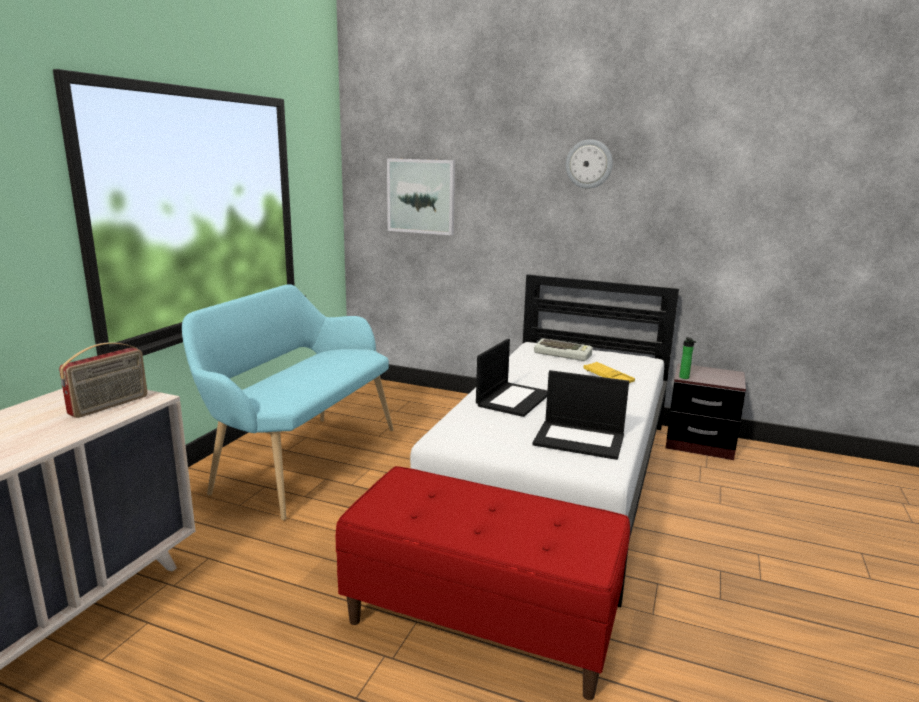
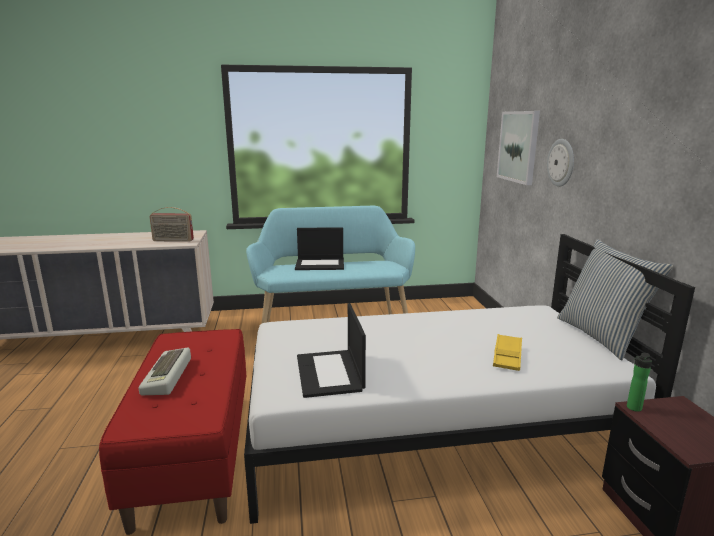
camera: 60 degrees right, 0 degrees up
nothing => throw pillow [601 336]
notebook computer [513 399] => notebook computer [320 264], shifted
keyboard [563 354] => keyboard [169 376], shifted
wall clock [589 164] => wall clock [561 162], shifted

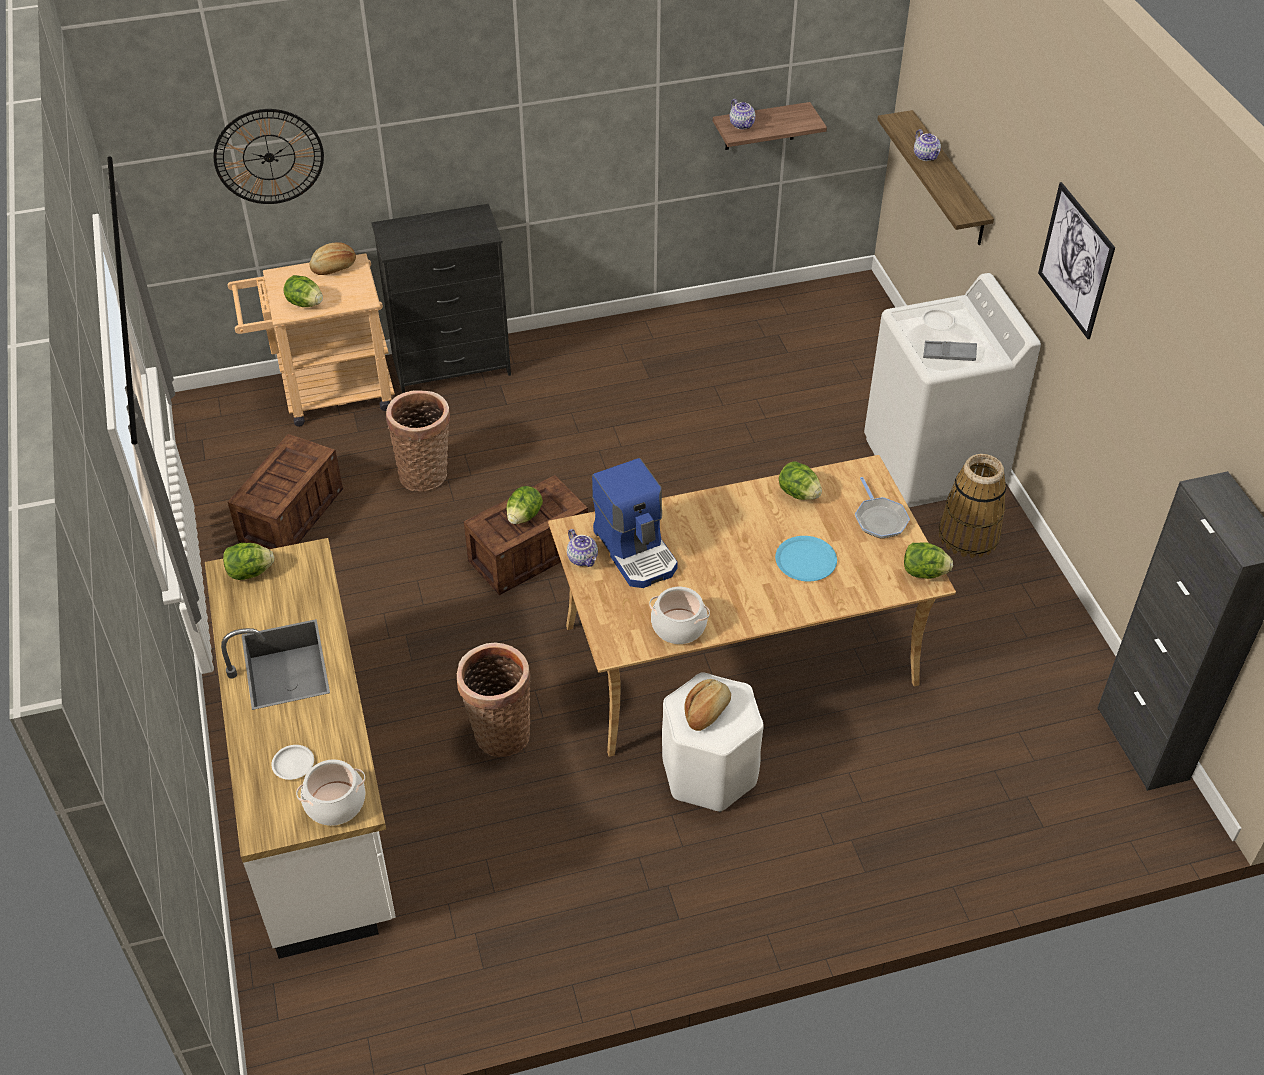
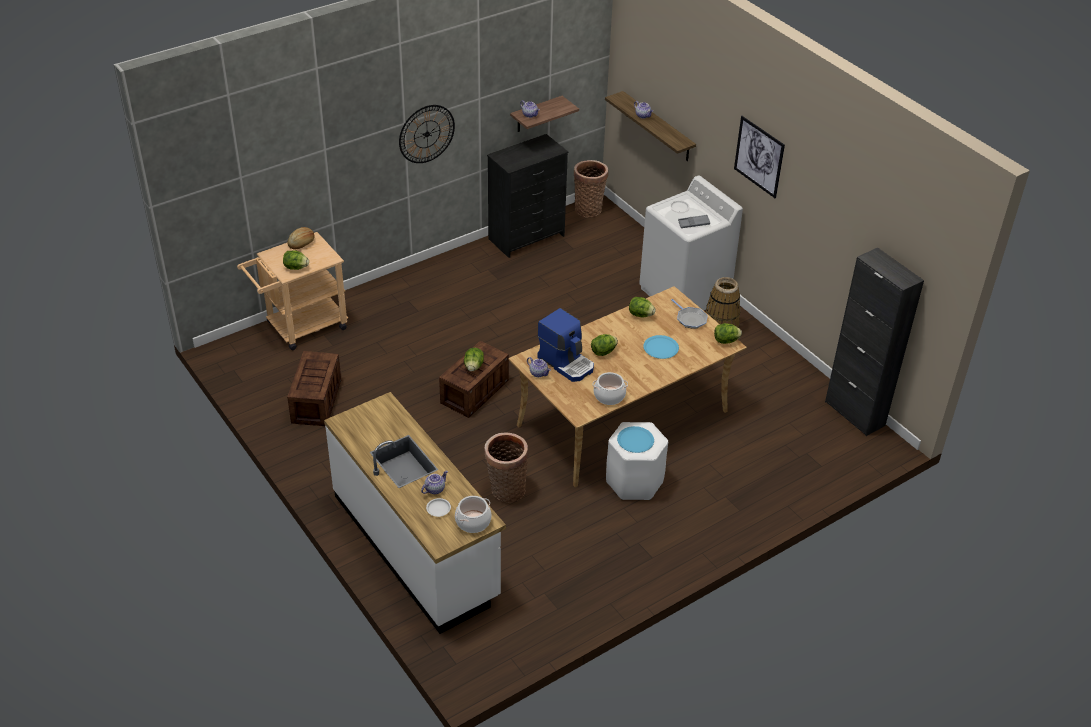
camera: 20 degrees left, 5 degrees down
nothing => tea pot [434 489]
wall clock [269 157] => wall clock [426 134], shifted
head of lettuce [250 572] => head of lettuce [603 352], shifted
dresser (blackish) [451 366] => dresser (blackish) [526 237], shifted
basket [425 473] => basket [589 208], shifted
baked bread [707 711] => flat dish (bluish) [635 440]

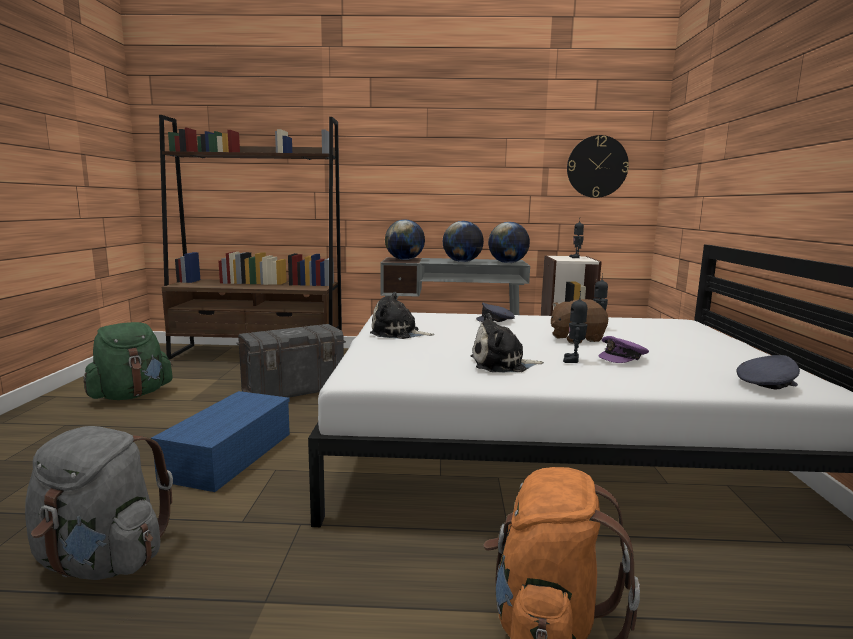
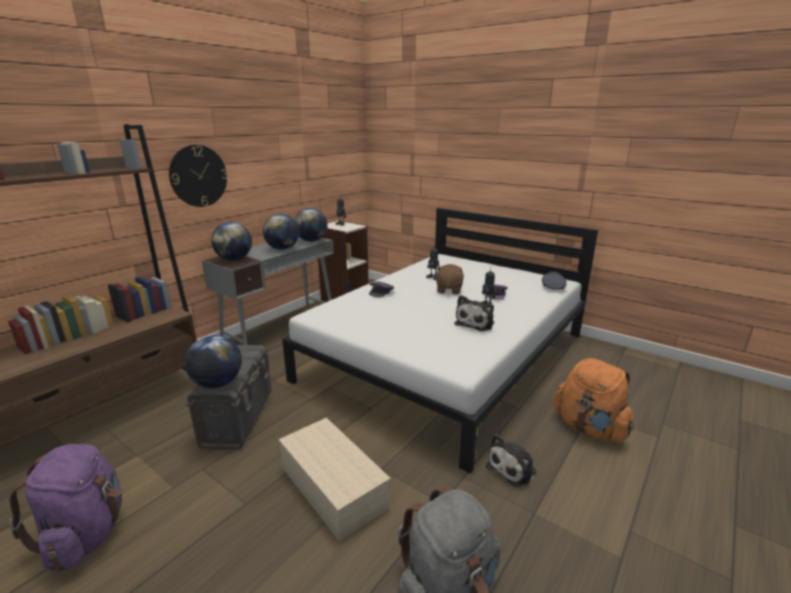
camera: 55 degrees left, 10 degrees up
nothing => desk globe [217 383]
plush toy [398 333] => plush toy [513 468], shifted
wall clock [597 166] => wall clock [198 176], shifted
knapsack (green-coloured) [131 395] => knapsack (purplish) [86 534]
storage bin (bluish) [229 454] => storage bin (sand-coloured) [331 487]

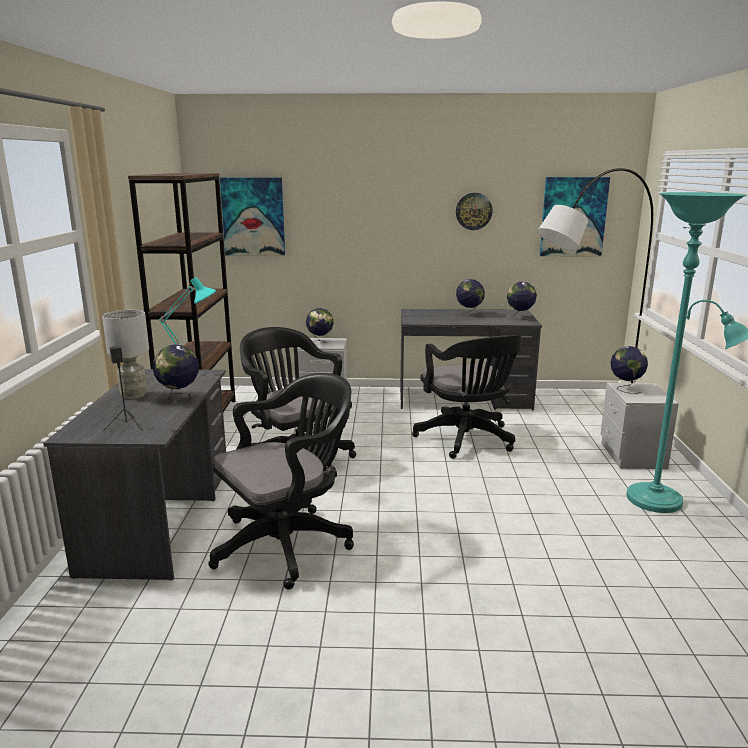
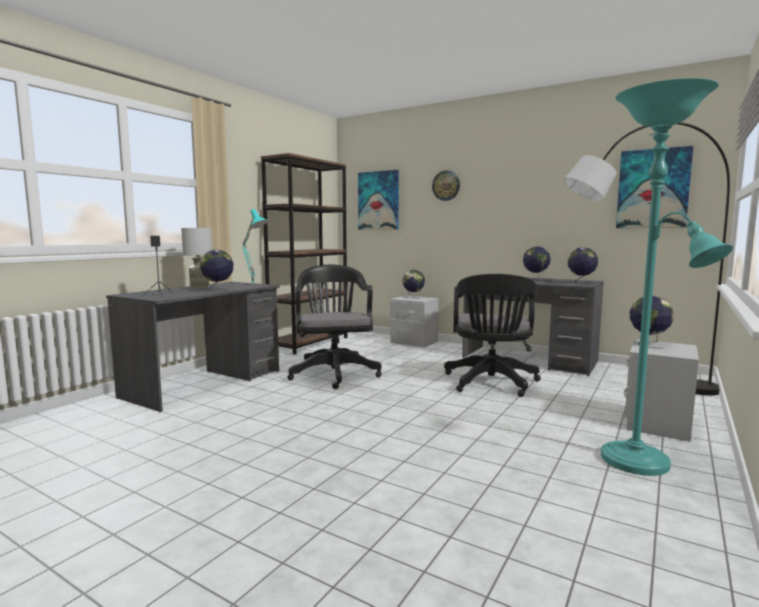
camera: 30 degrees right, 10 degrees down
office chair (blackish) [288 543] => nothing
wall clock [473 211] => wall clock [446 185], shifted

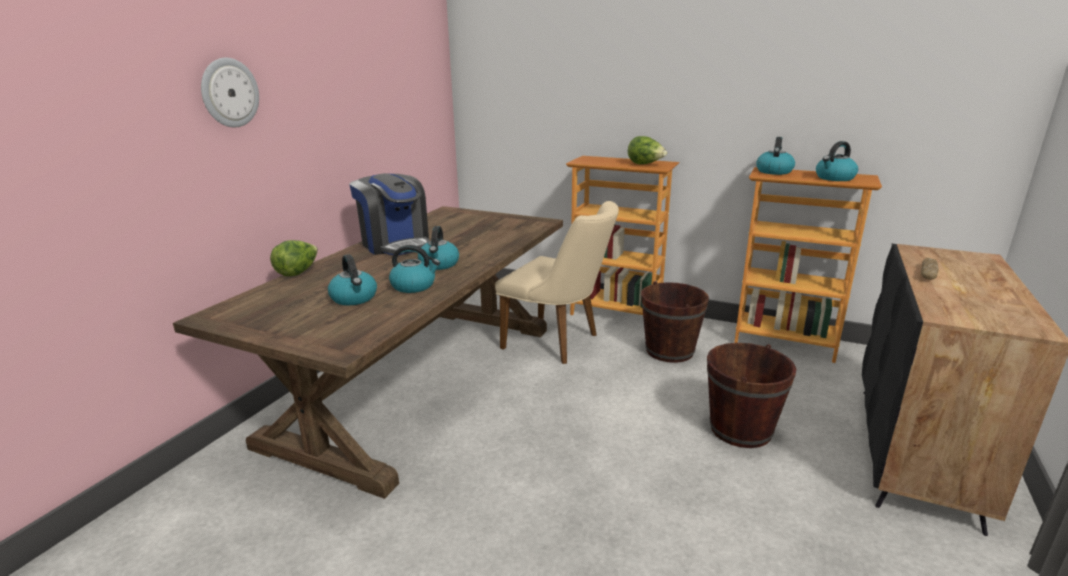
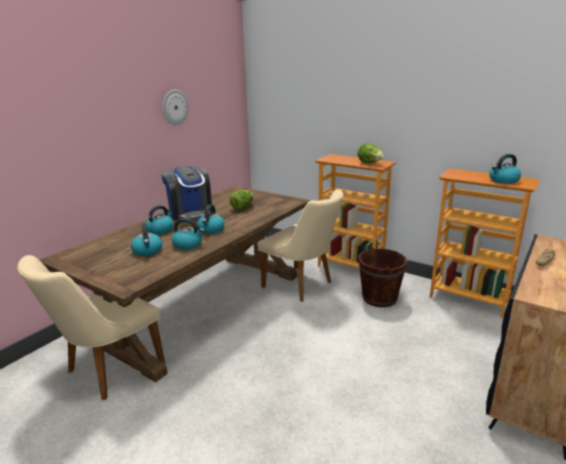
camera: 10 degrees right, 0 degrees up
water bucket (brown-coloured) [740 429] => nothing
nothing => chair (sand-coloured) [107 371]
wall clock [229 93] => wall clock [174 107], shifted
head of lettuce [298 272] => head of lettuce [242 208], shifted
water kettle [774 171] => water kettle [160 230], shifted

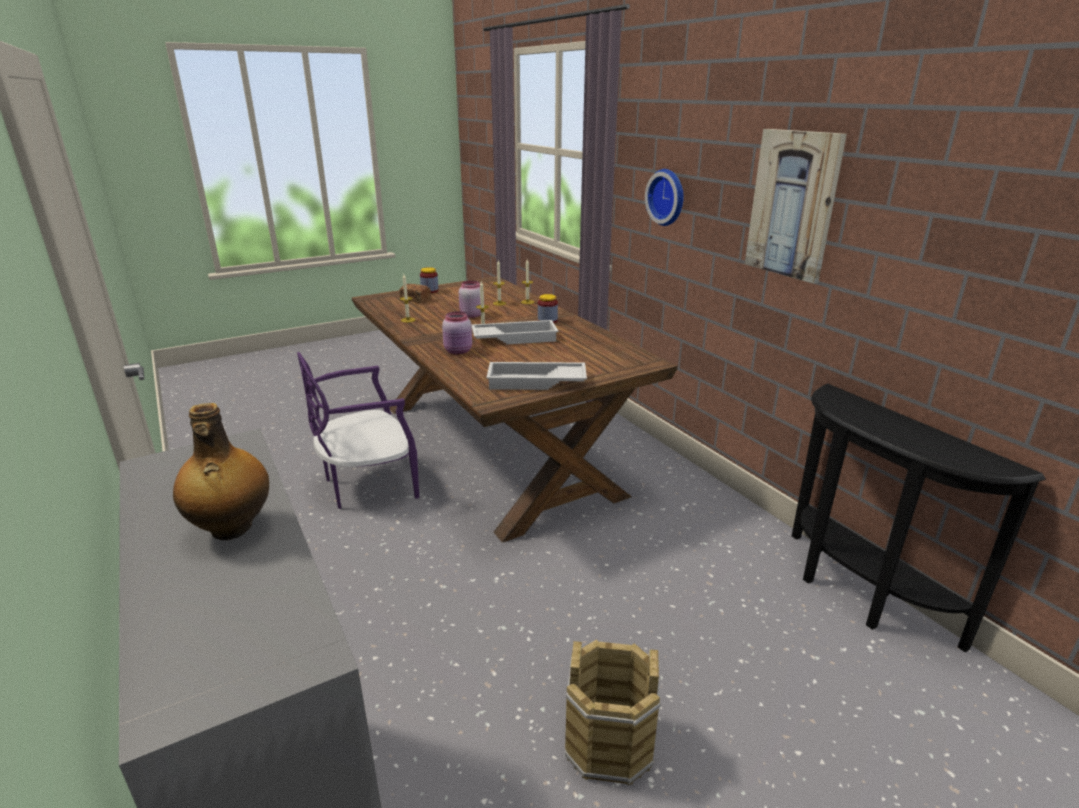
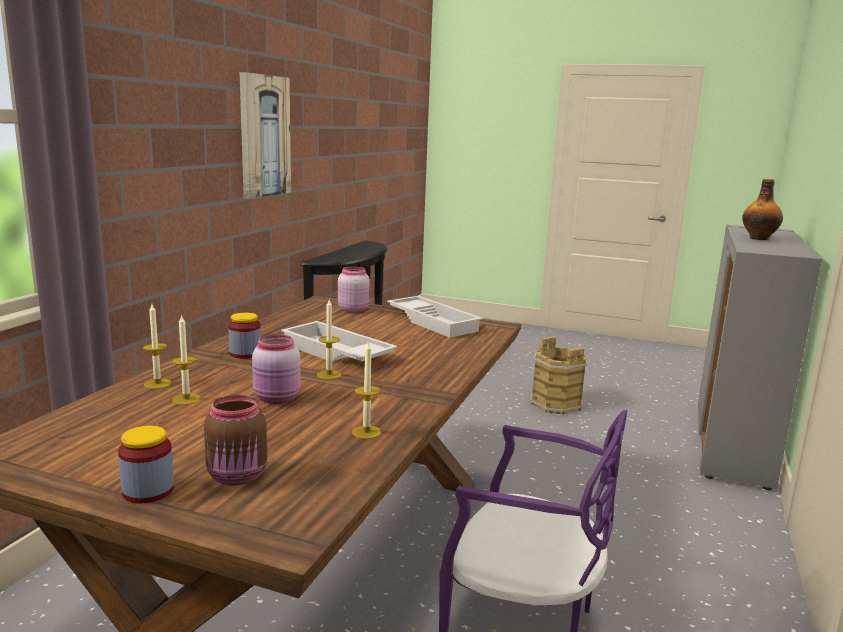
camera: 130 degrees left, 10 degrees down
wall clock [668 197] => nothing
preserve jar (pink) [459 351] => preserve jar (pink) [353 310], shifted
baked bread [415 299] => preserve jar (brown-coloured) [238 477]

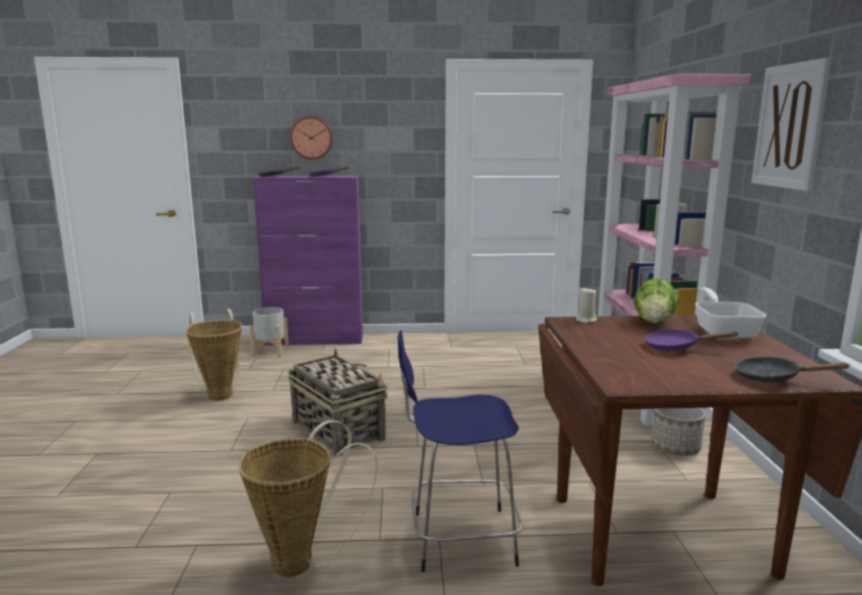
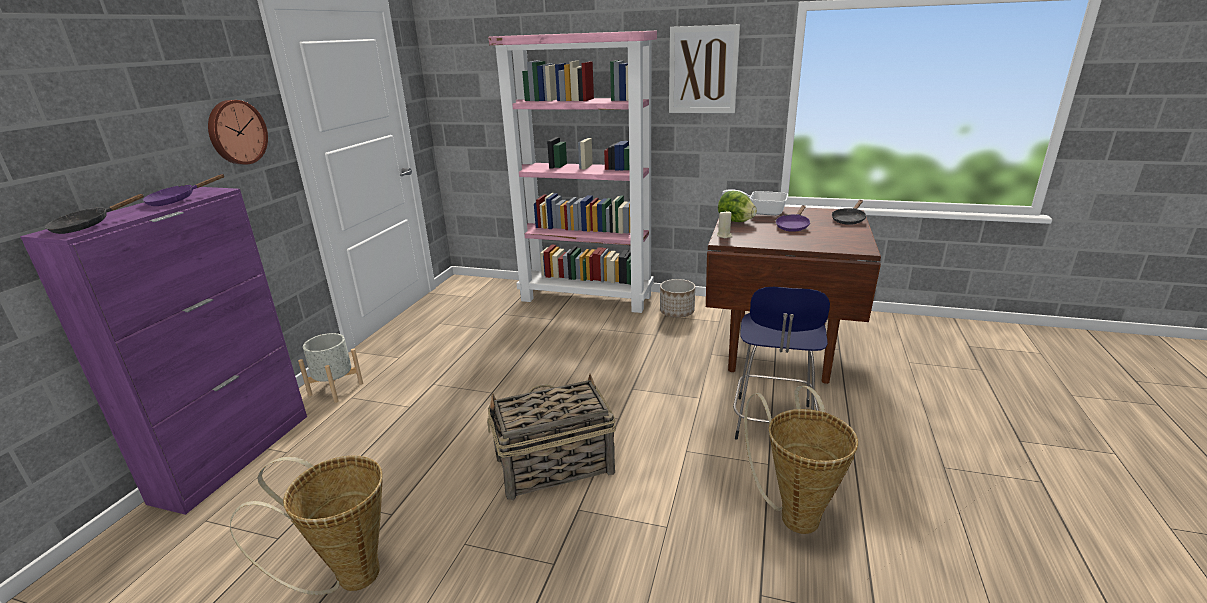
camera: 70 degrees left, 10 degrees up
plant pot (greyish) [270 352] => plant pot (greyish) [335 389], shifted
wall clock [311 138] => wall clock [236 132], shifted

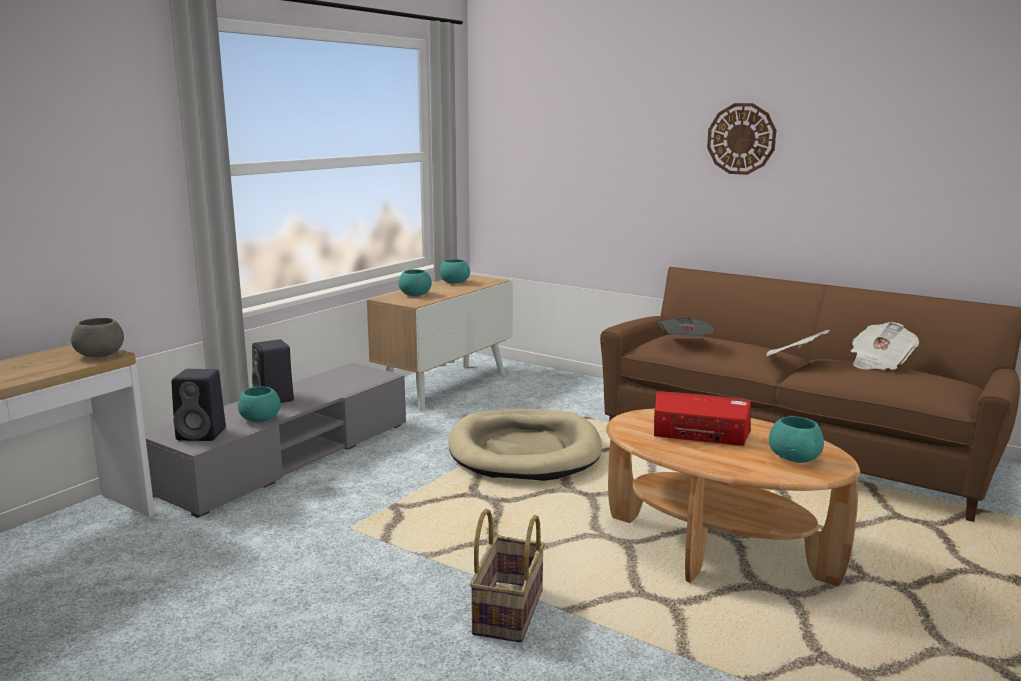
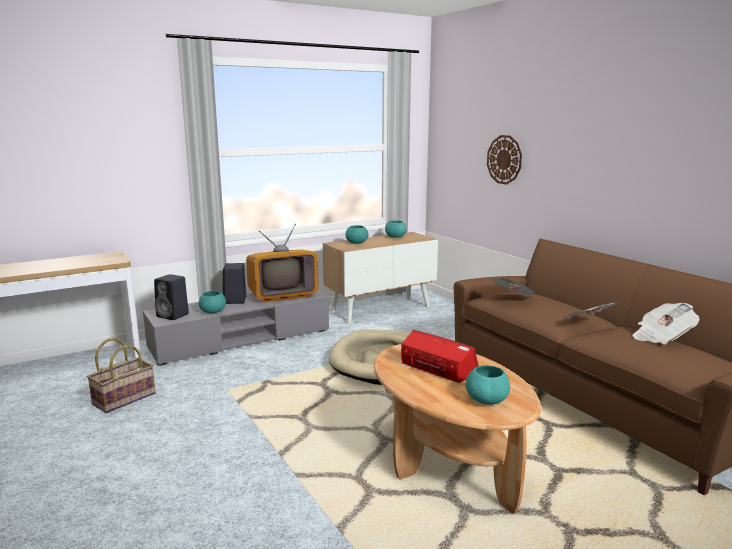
camera: 25 degrees right, 0 degrees up
bowl (greyish) [100 355] => nothing
nothing => TV [282 294]
basket [507 611] => basket [124 398], shifted
wall clock [741 139] => wall clock [504 159], shifted

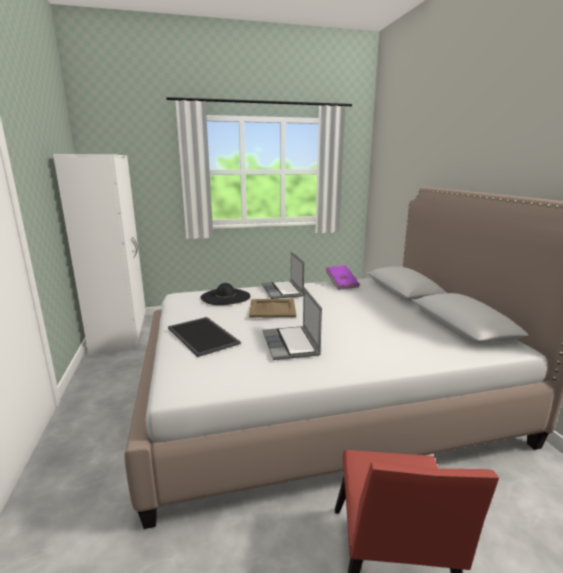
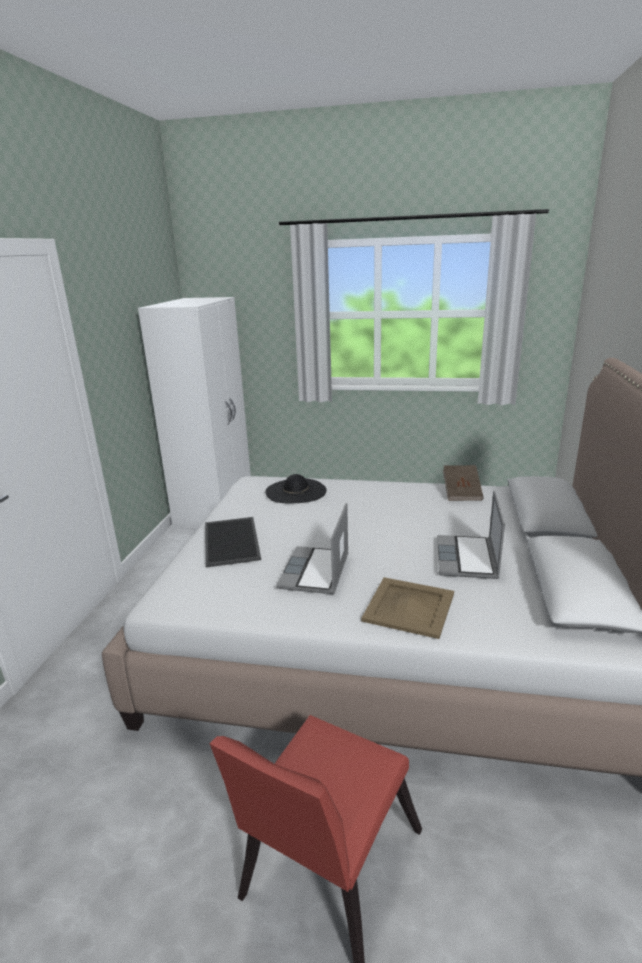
camera: 25 degrees right, 5 degrees up
carrying tray (sand-coloured) [272 308] => carrying tray (sand-coloured) [408 606], shifted
notebook computer [283 291] => notebook computer [467 559], shifted
bound book (purplish) [342 284] => bound book (brown-coloured) [462 493]

